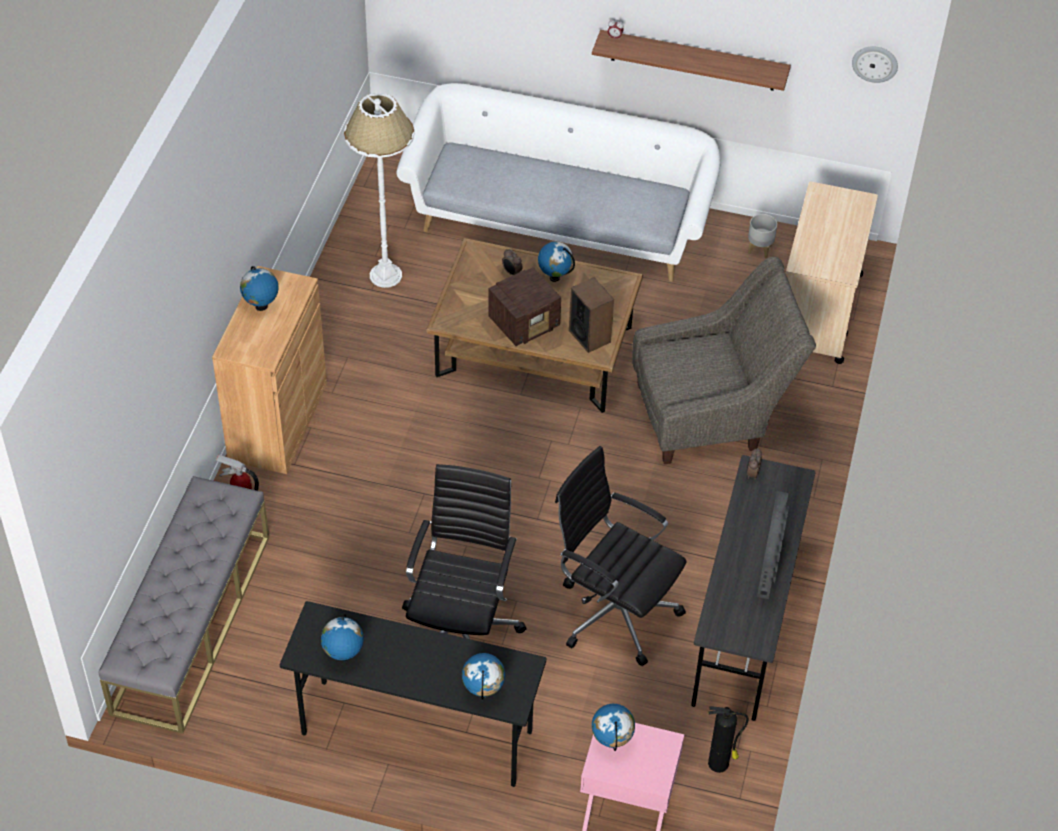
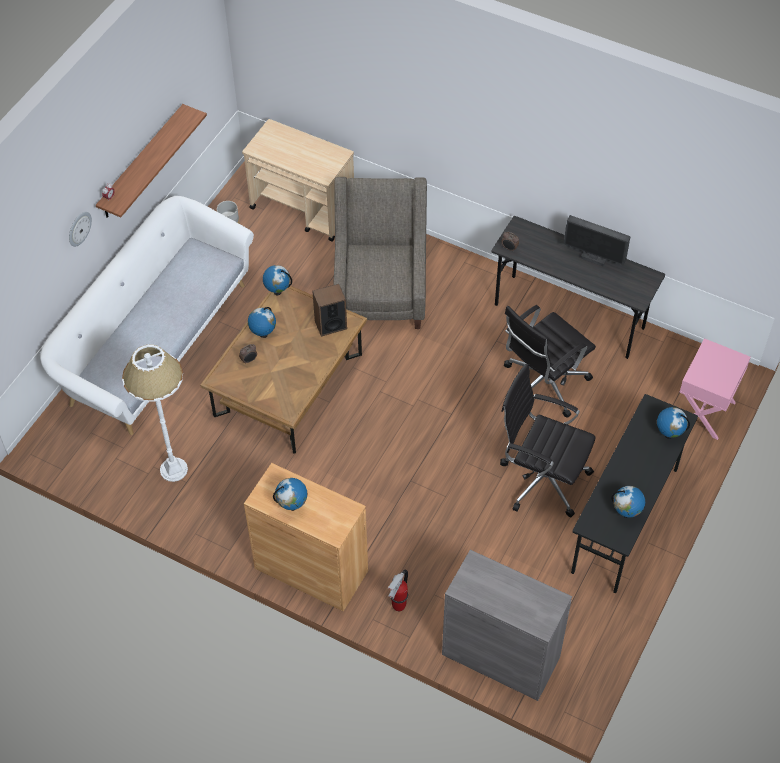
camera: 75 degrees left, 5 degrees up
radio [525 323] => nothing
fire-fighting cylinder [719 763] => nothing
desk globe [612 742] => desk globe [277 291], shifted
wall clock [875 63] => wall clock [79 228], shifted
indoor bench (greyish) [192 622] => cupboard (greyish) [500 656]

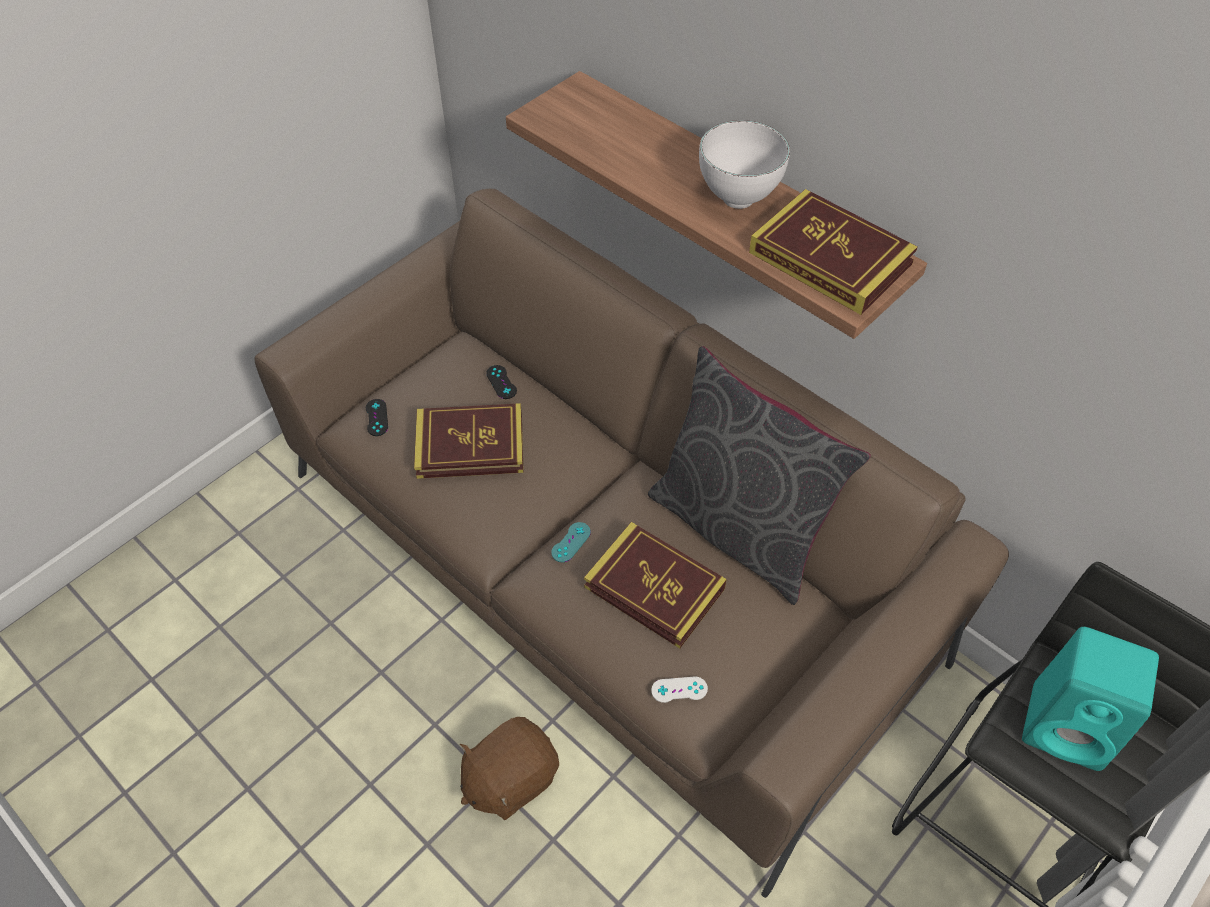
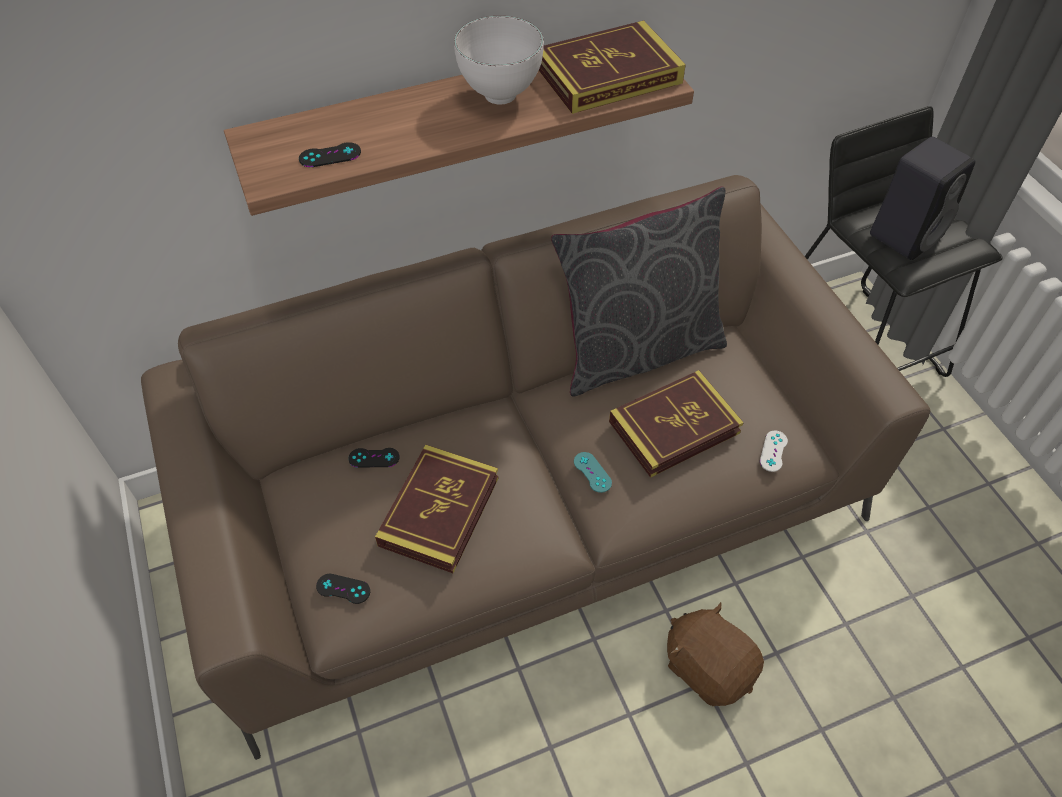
camera: 65 degrees left, 0 degrees up
nothing => gamepad (blackish) [330 155]
audio speaker (turquoise-coloured) [1069 727] => audio speaker (blackish) [906 234]
plush toy (brown-coloured) [510 778] => plush toy (brown-coloured) [708 667], 150 degrees clockwise

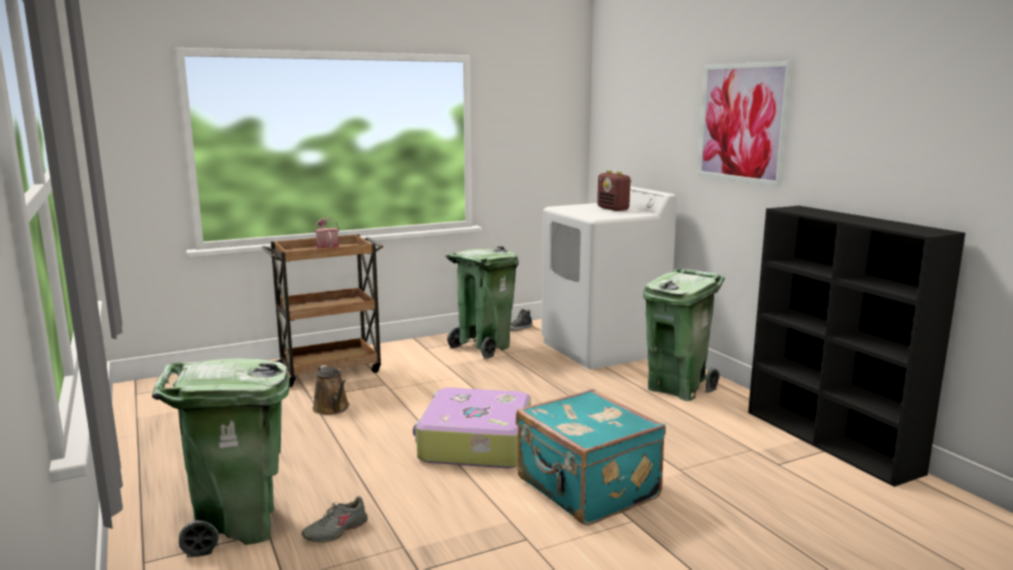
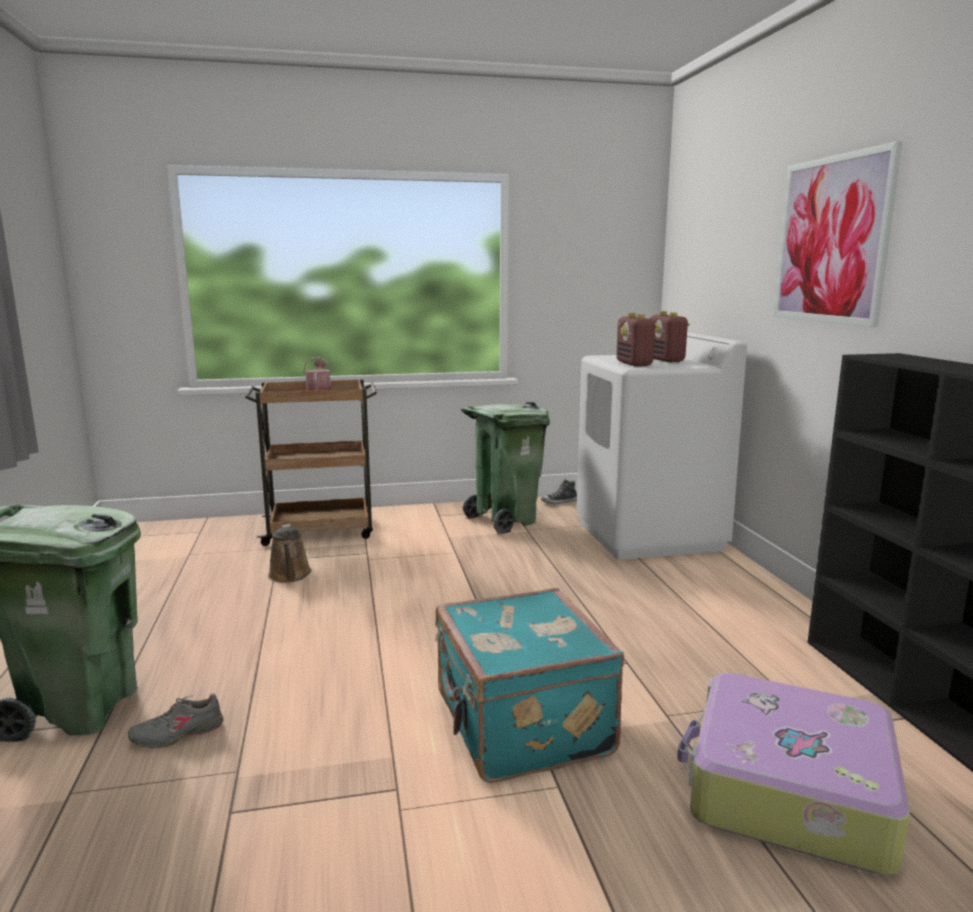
camera: 15 degrees right, 0 degrees up
waste bin (green-coloured) [677 388] => nothing
nothing => radio [634 364]
travel case [474 443] => travel case [787 791], shifted

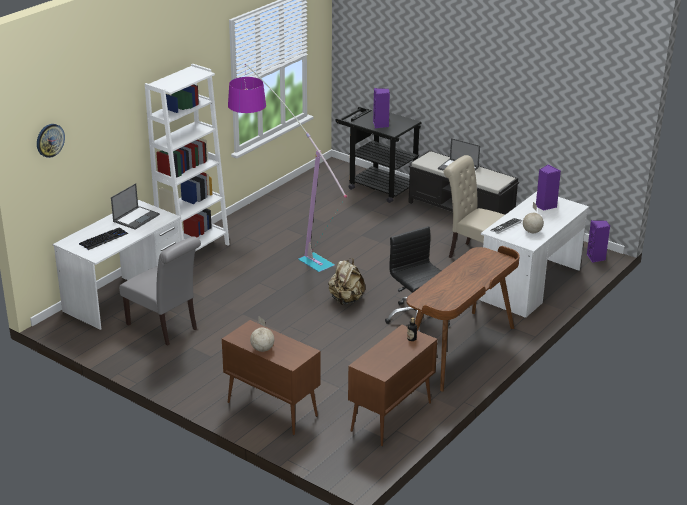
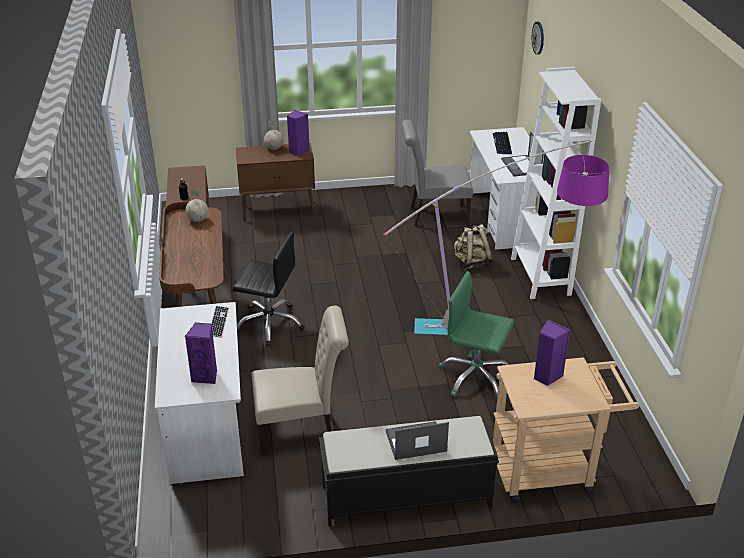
camera: 135 degrees right, 5 degrees up
nothing => office chair (green-coloured) [475 377]
knapsack (sand-coloured) [346 300] => knapsack (sand-coloured) [471 262], shifted
desk globe [532 232] => desk globe [198 220], shifted
audio speaker (purplish) [596 258] => audio speaker (purplish) [298 151], shifted
cart (blackish) [377 186] => cart (sand-coloured) [551 470]

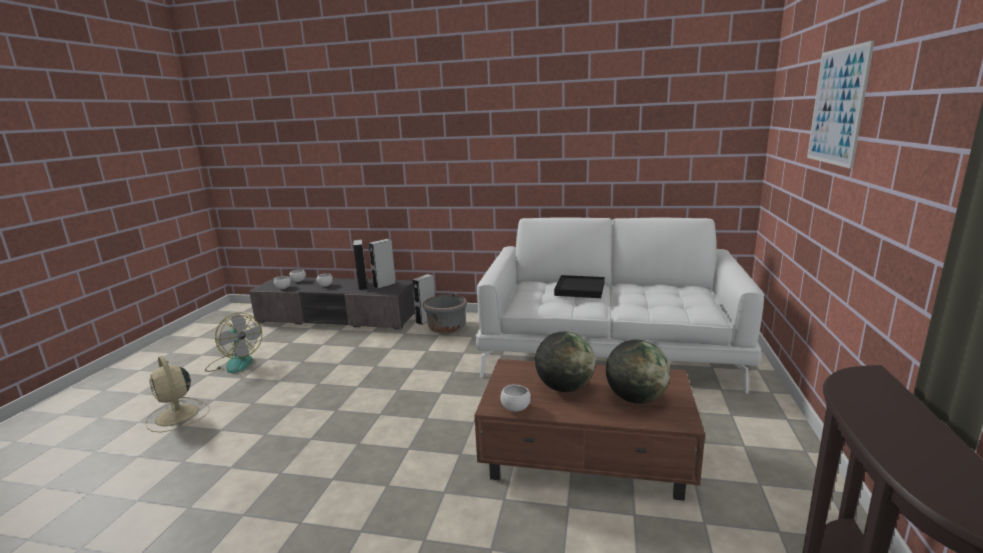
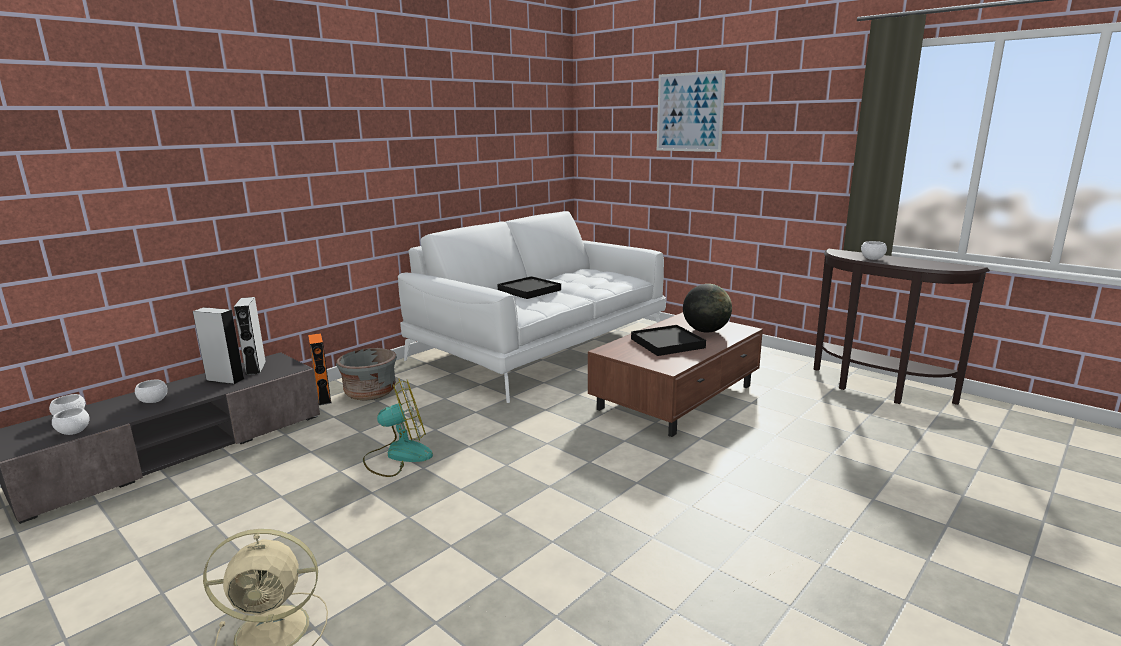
camera: 60 degrees left, 0 degrees up
electric fan [235 363] => electric fan [398 455], shifted
bowl (whitish) [515 408] => bowl (whitish) [872 259], shifted
desk globe [564 388] => carrying tray (blackish) [667 343]
audio speaker (greyish) [426 320] => audio speaker (orange-coloured) [323 398]

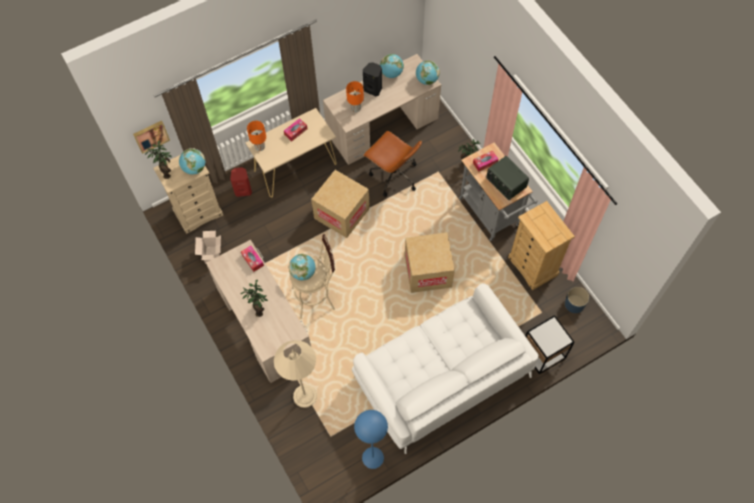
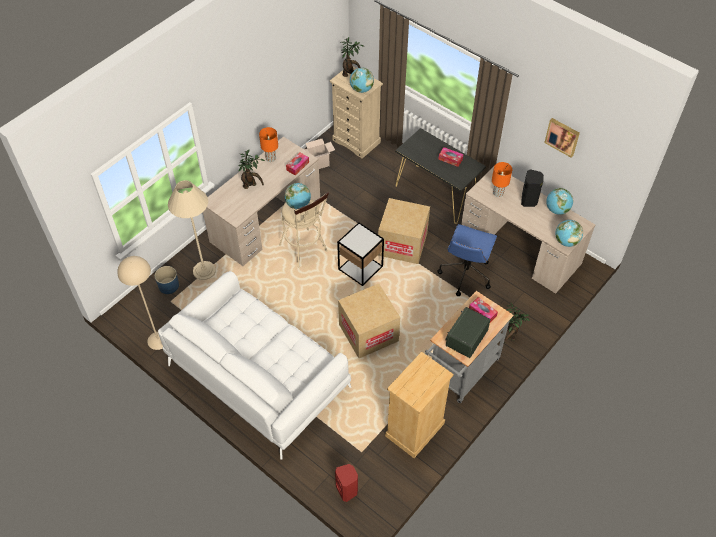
camera: 70 degrees right, 10 degrees down
wall art [151 135] => wall art [562 136], shifted
audio speaker (red) [243 190] => audio speaker (red) [347 490], shifted
tabletop lamp (orange-coloured) [259 147] => tabletop lamp (orange-coloured) [270 158], shifted
accent table [543 353] => accent table [360 268], shifted
plant pot (bluish) [574 304] => plant pot (bluish) [168 285], shifted
console table (sand-coloured) [295 167] => console table (blackish) [436 194]
floor lamp (bluish) [372 458] => floor lamp (sand-coloured) [158 340]
office chair (brown-coloured) [393 176] => office chair (bluish) [465 274]

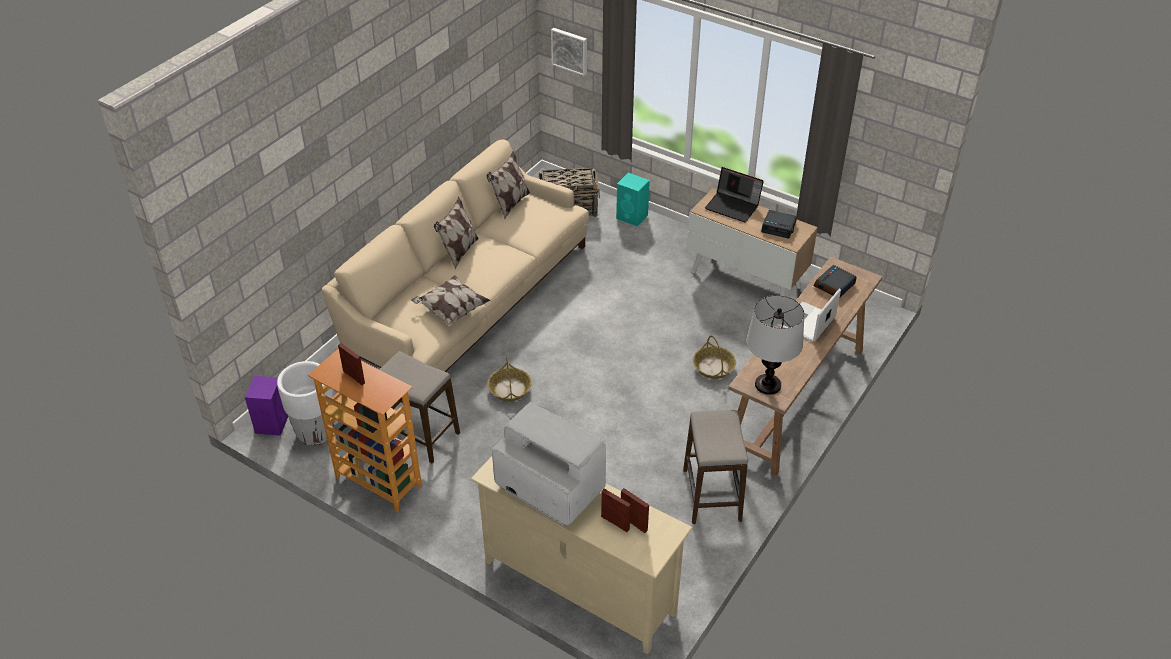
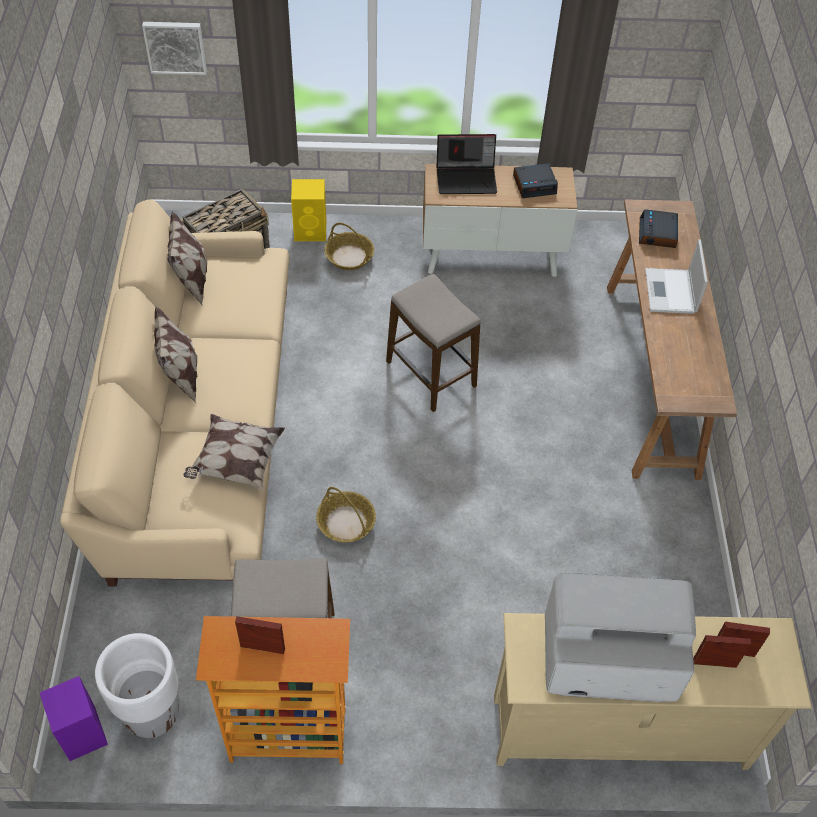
camera: 35 degrees left, 10 degrees up
tabletop lamp [768 384] => nothing
sitting stool [712 495] => sitting stool [431 374], shifted
basket [714 367] => basket [349 257], shifted
audio speaker (turquoise-coloured) [632 217] => audio speaker (yellowish) [311 231]

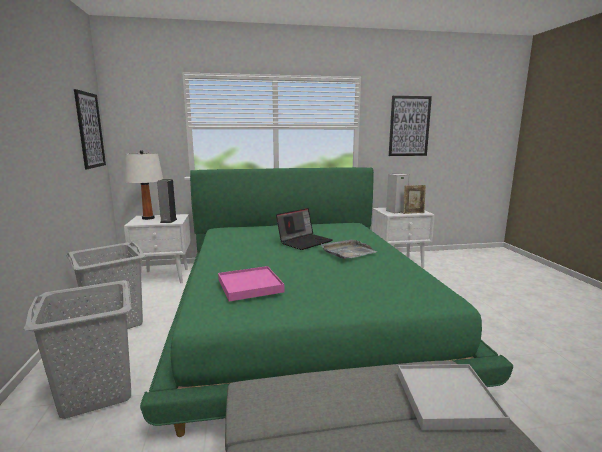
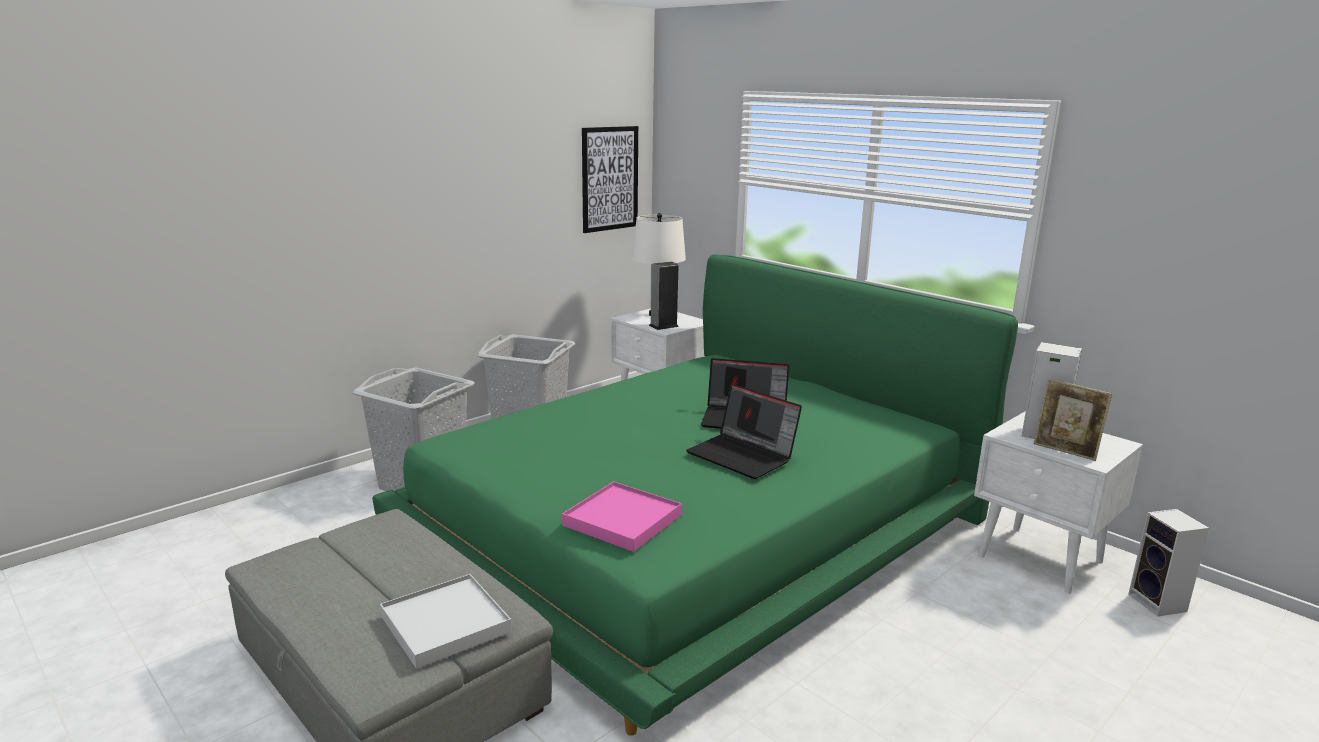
camera: 55 degrees right, 5 degrees up
wall art [409 126] => nothing
nothing => audio speaker [1159 603]
carrying tray (pink) [250 286] => carrying tray (pink) [622 520], shifted
carrying tray (greyish) [347 251] => notebook computer [743 456]

